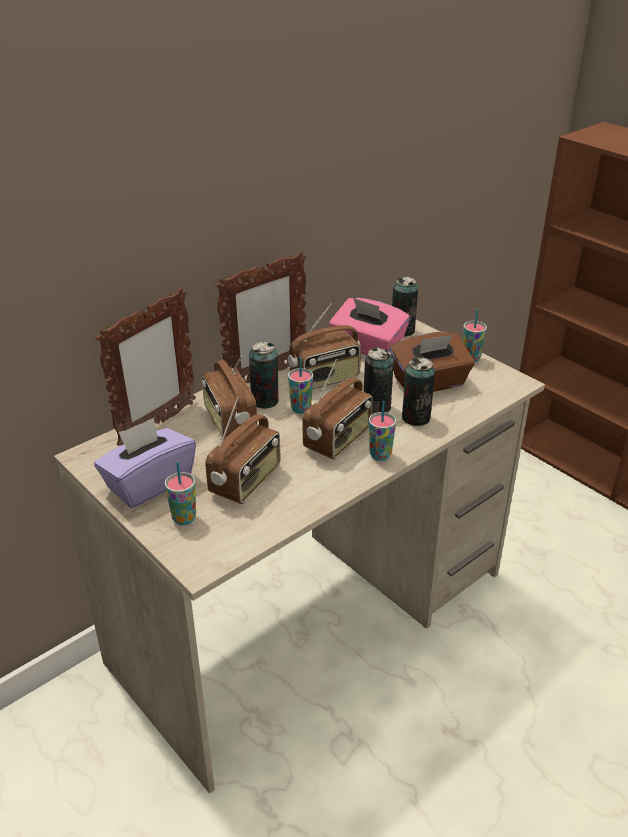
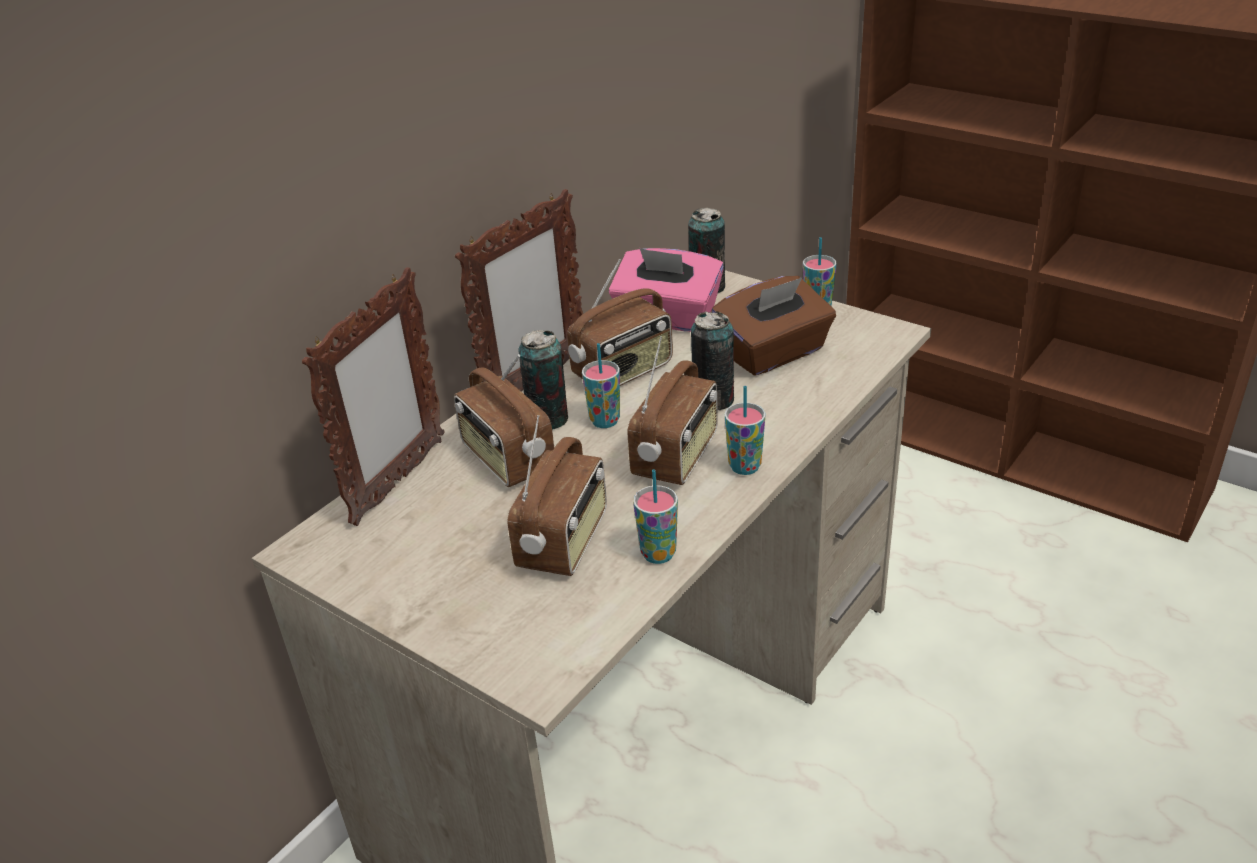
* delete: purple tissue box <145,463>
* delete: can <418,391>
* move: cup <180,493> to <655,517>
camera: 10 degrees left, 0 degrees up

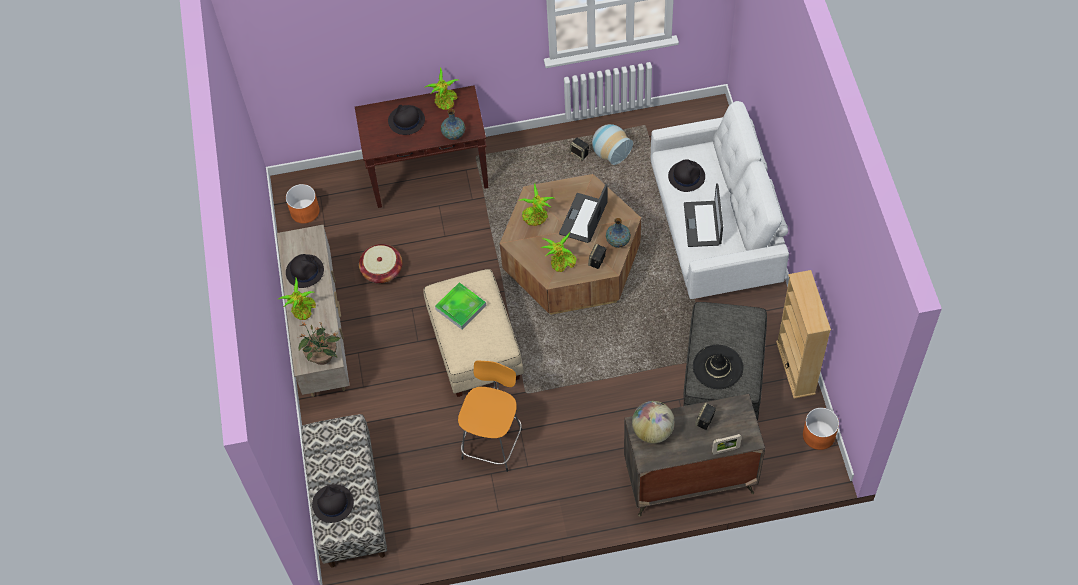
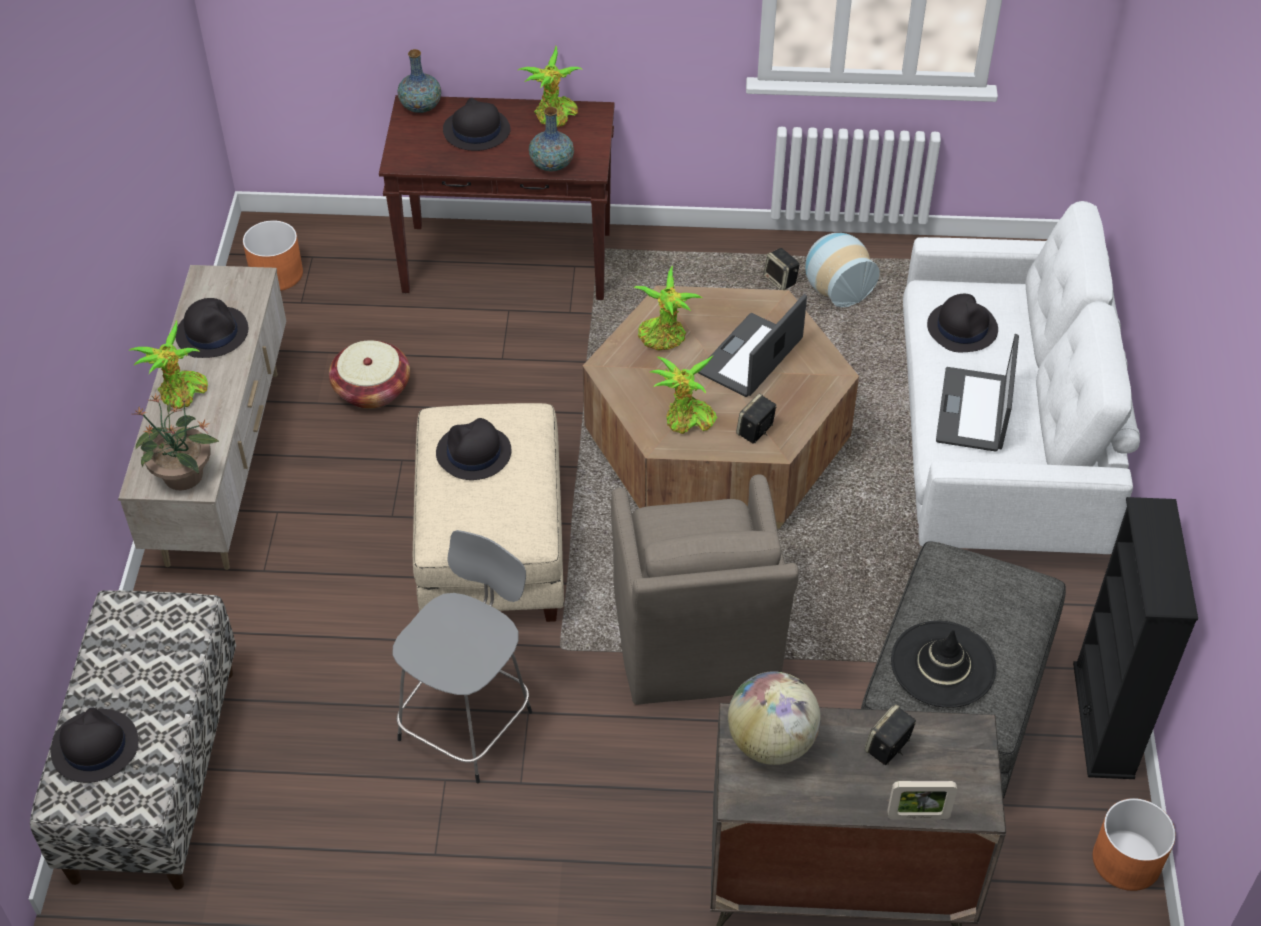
* insert: brown armchair <705,589>
* move: vase <618,233> to <419,81>
* replace: tray <460,306> to black hat <473,449>
* recolor: orange stool <490,416> to grey stool <462,657>
* recolor: beige bookcase <803,334> to black bookcase <1135,638>
camera: 10 degrees right, 10 degrees down

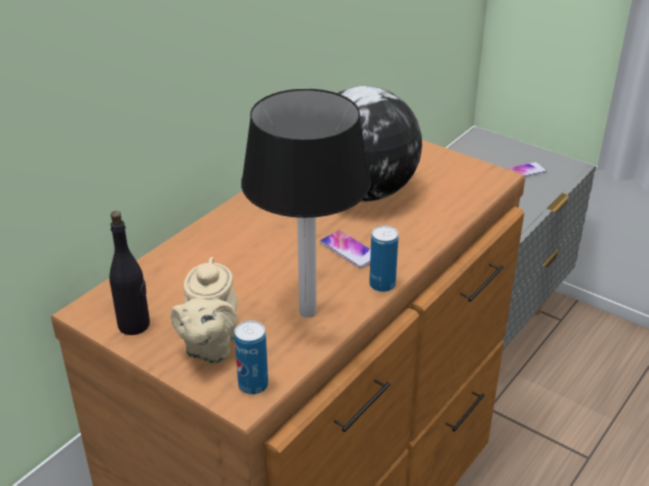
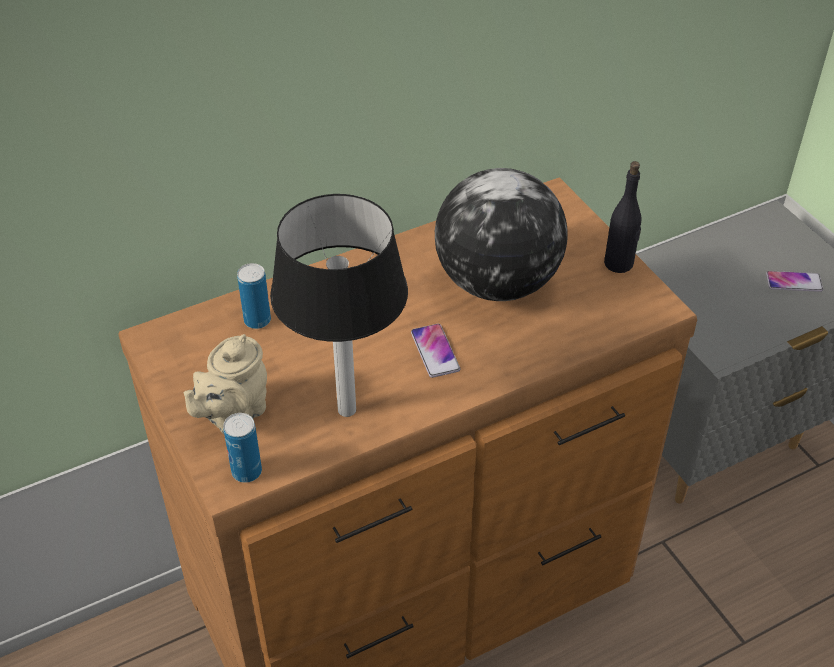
* move: black bottle <129,273> to <623,217>
* move: can <384,258> to <254,296>
camera: 25 degrees right, 10 degrees up

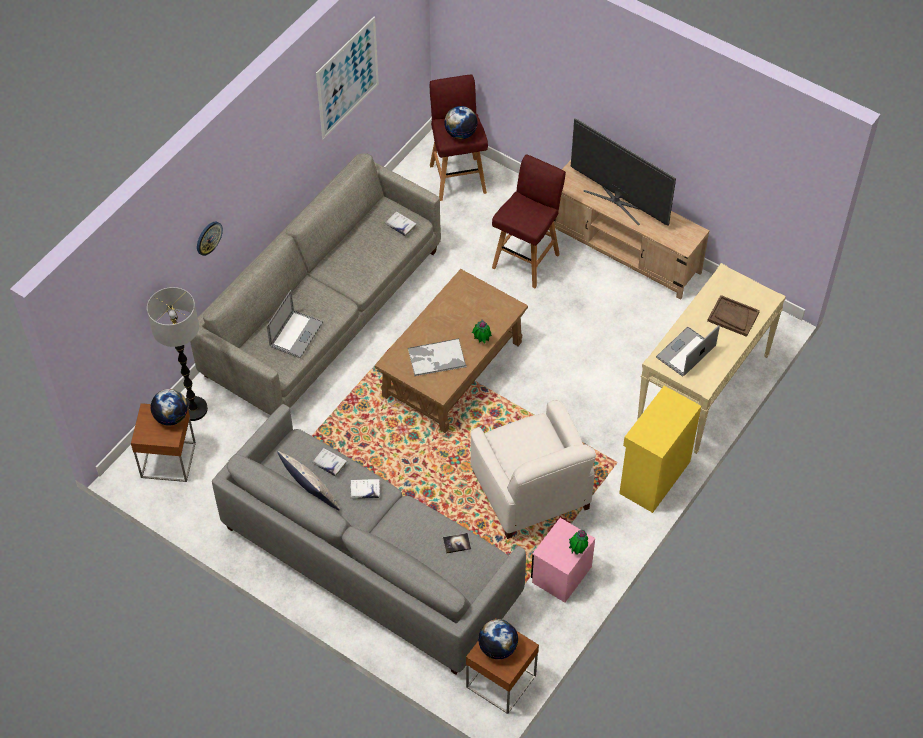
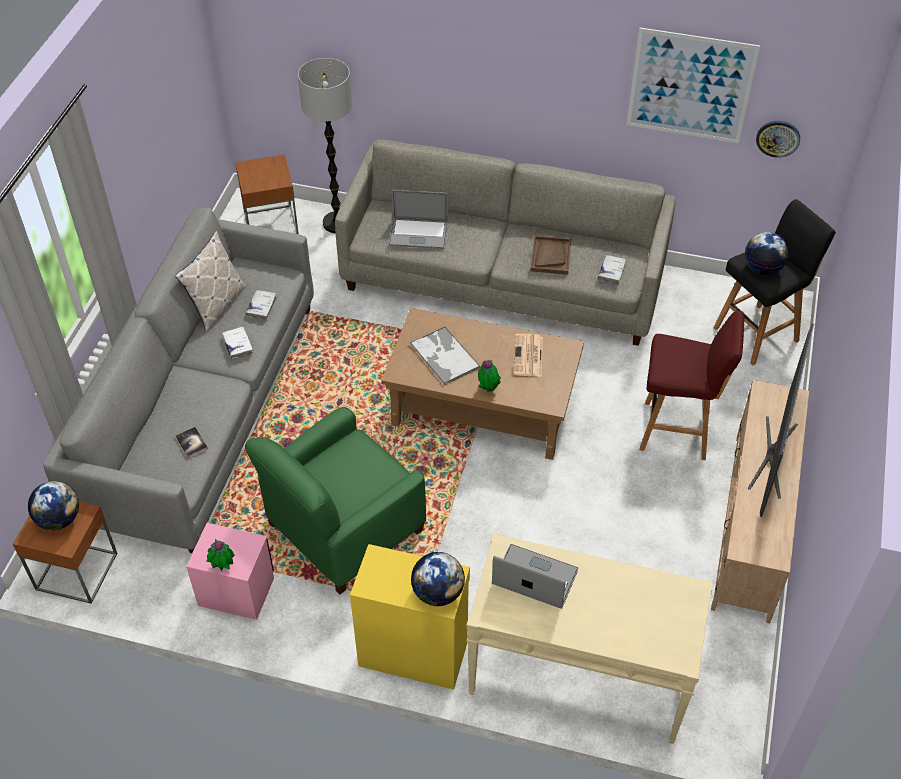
* insert: newspaper <528,355>
* move: globe <169,407> to <438,579>
* move: wall clock <210,239> to <778,139>
* move: brown tray <733,316> to <551,255>
* recolor: red stool <459,137> to black stool <774,282>
* recolor: white armchair <533,469> to green armchair <335,500>
camera: 70 degrees right, 5 degrees down

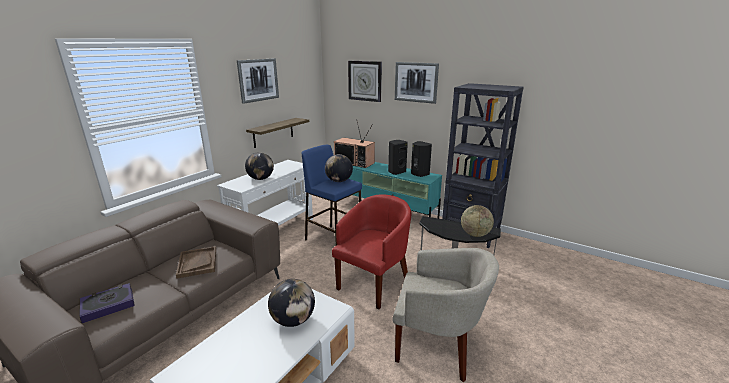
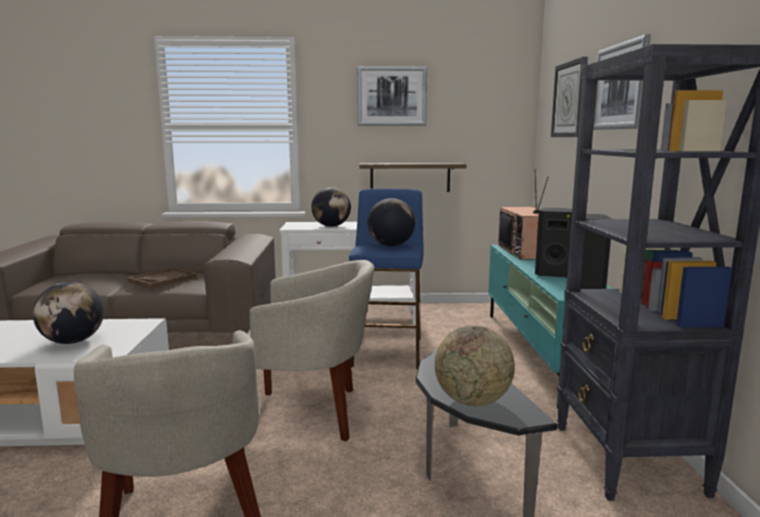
* delete: book <107,303>
* recolor: red armchair <371,251> to beige armchair <311,350>
camera: 55 degrees right, 10 degrees down

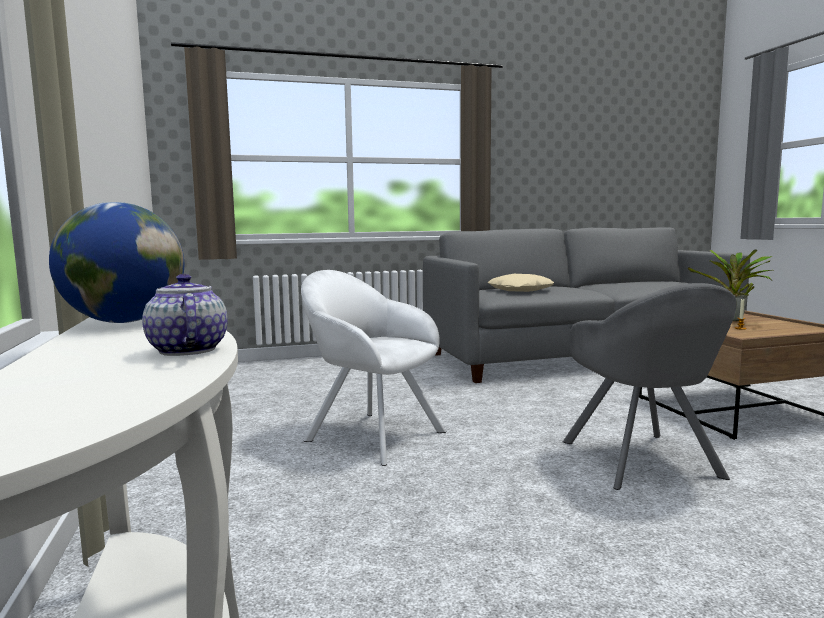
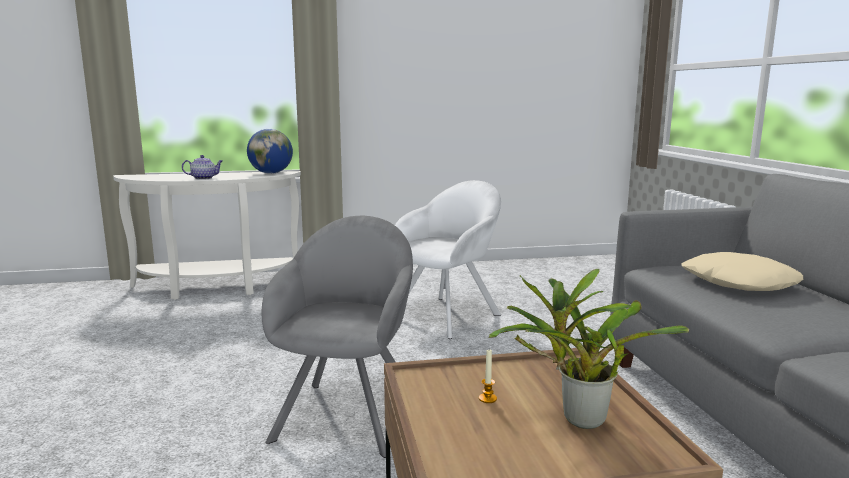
* rotate: grey armchair <650,386> = <337,337> 105 degrees clockwise
camera: 95 degrees right, 5 degrees up

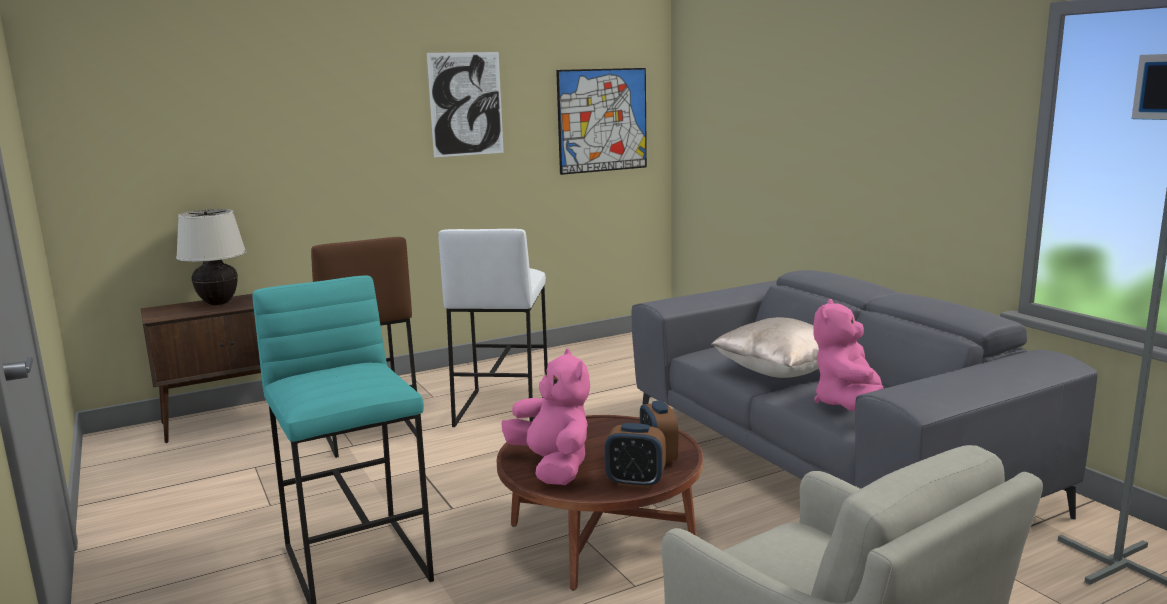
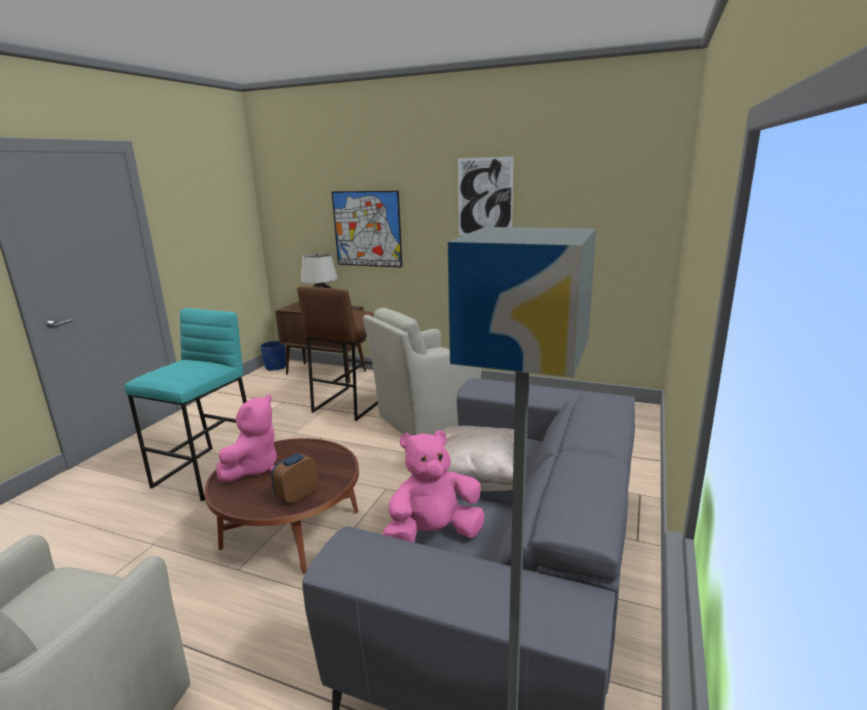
* delete: alarm clock <635,455>
* insert: blue planter <273,356>
* move: picture <601,121> to <367,229>
* replace: white stool <493,328> to beige armchair <422,372>
camera: 50 degrees right, 5 degrees up

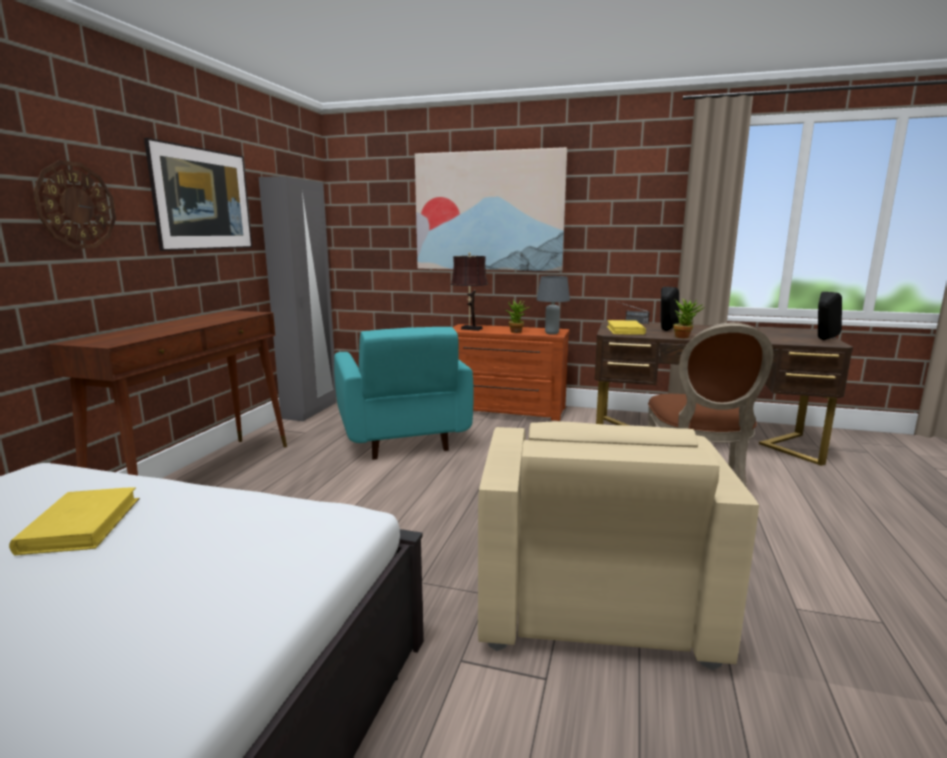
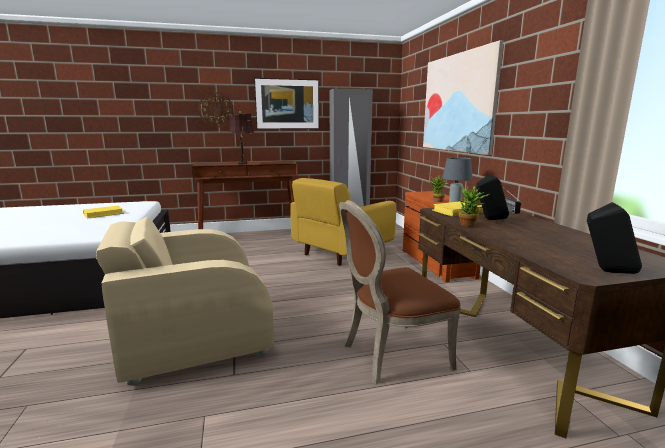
* move: brown table lamp <469,291> to <241,137>
* recolor: turquoise armchair <404,393> to yellow armchair <343,222>
camera: 60 degrees right, 0 degrees up

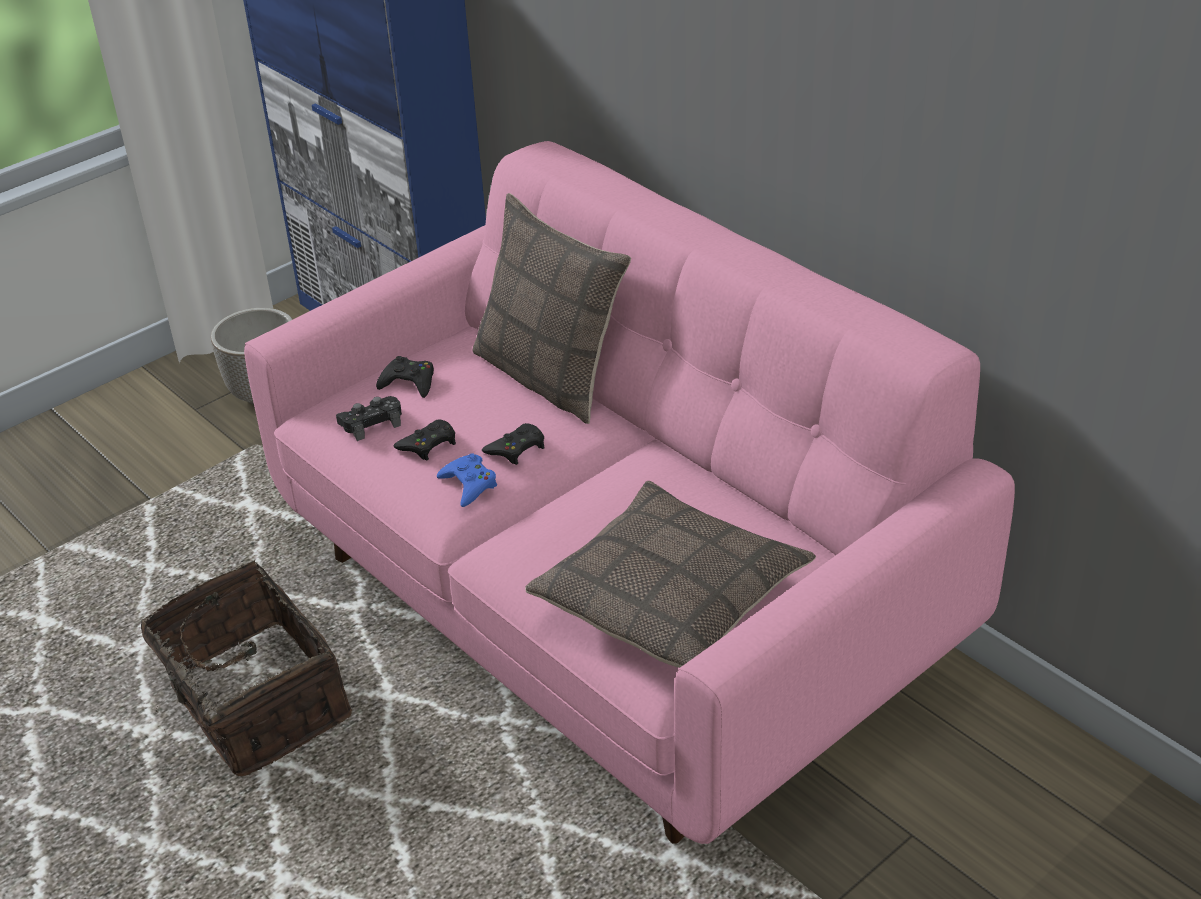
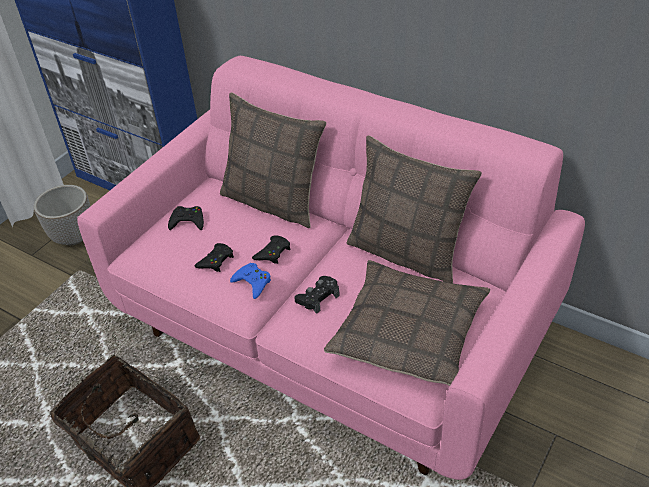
* insert: pillow <414,209>
* move: black game controller <369,418> to <317,295>
camera: 15 degrees left, 5 degrees up

